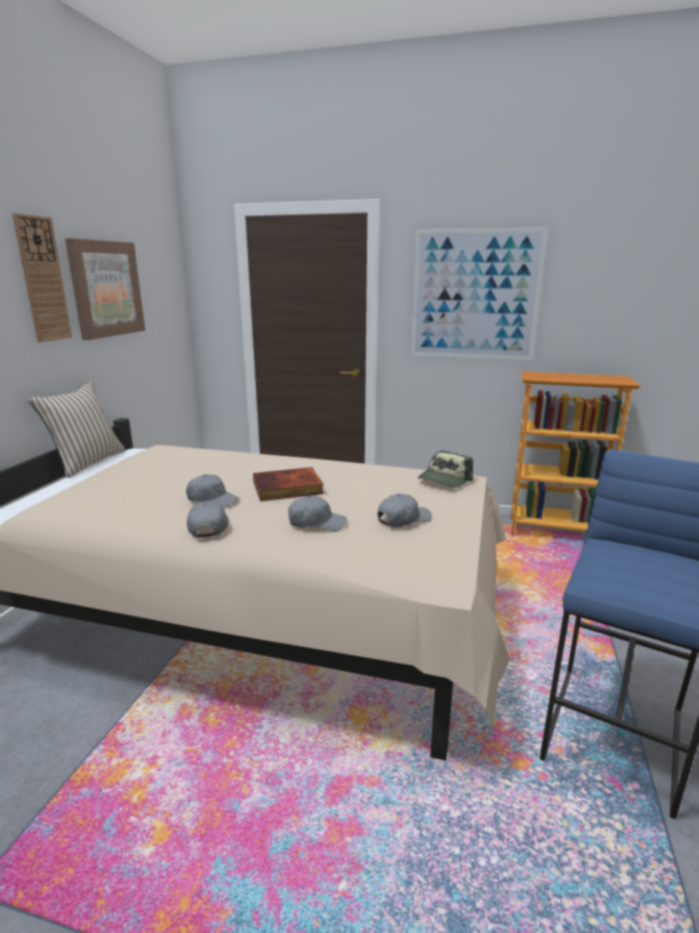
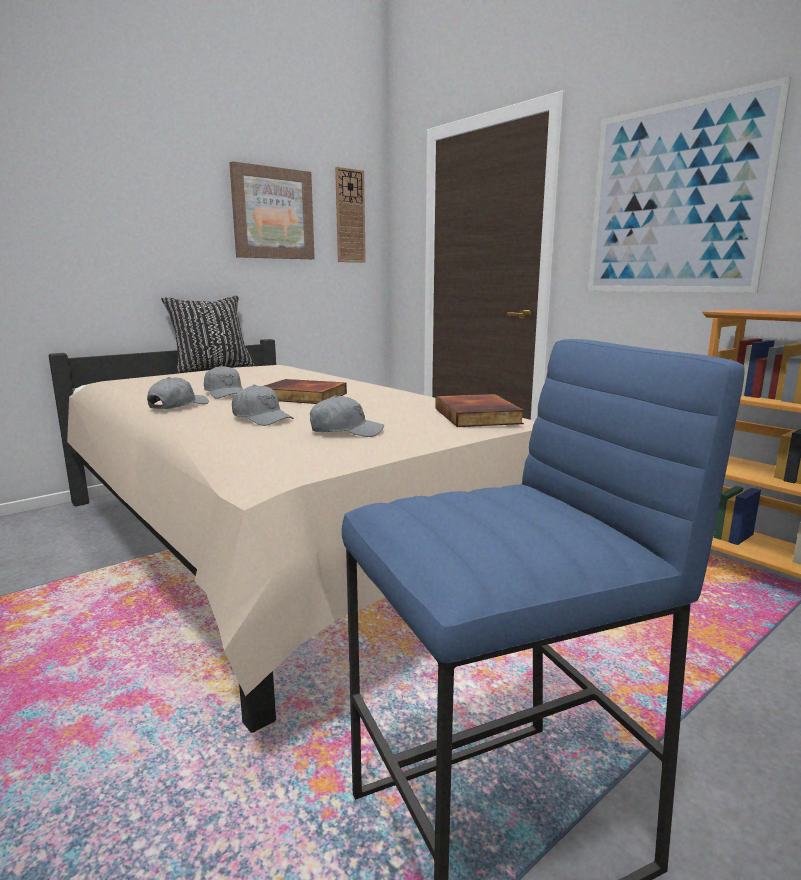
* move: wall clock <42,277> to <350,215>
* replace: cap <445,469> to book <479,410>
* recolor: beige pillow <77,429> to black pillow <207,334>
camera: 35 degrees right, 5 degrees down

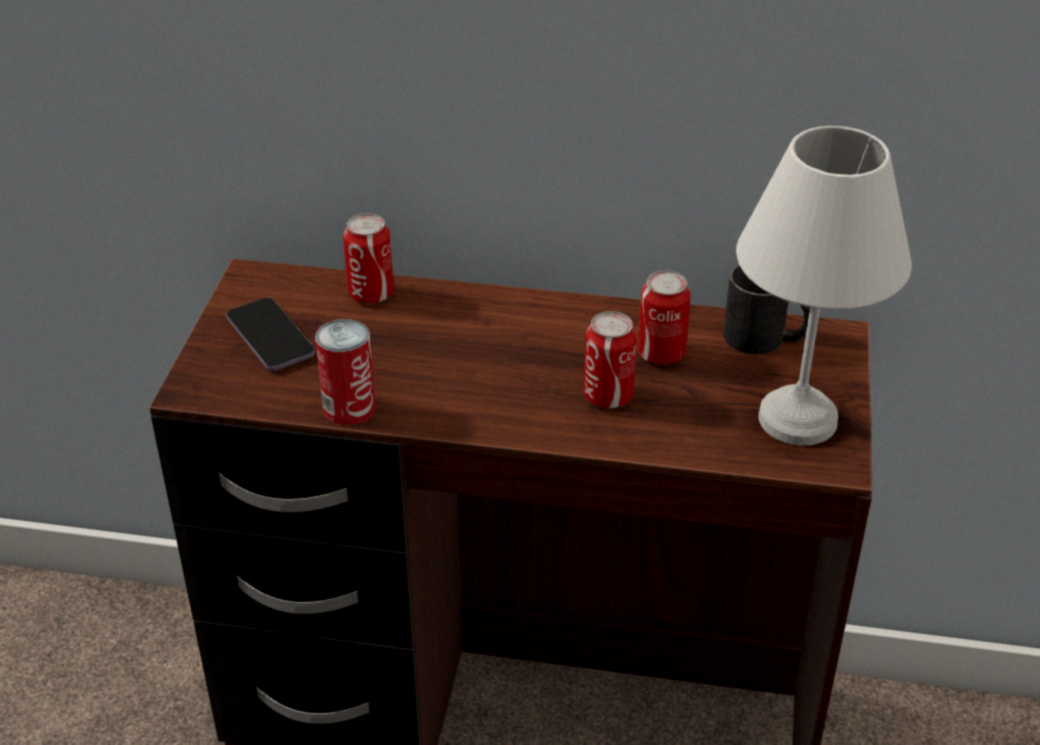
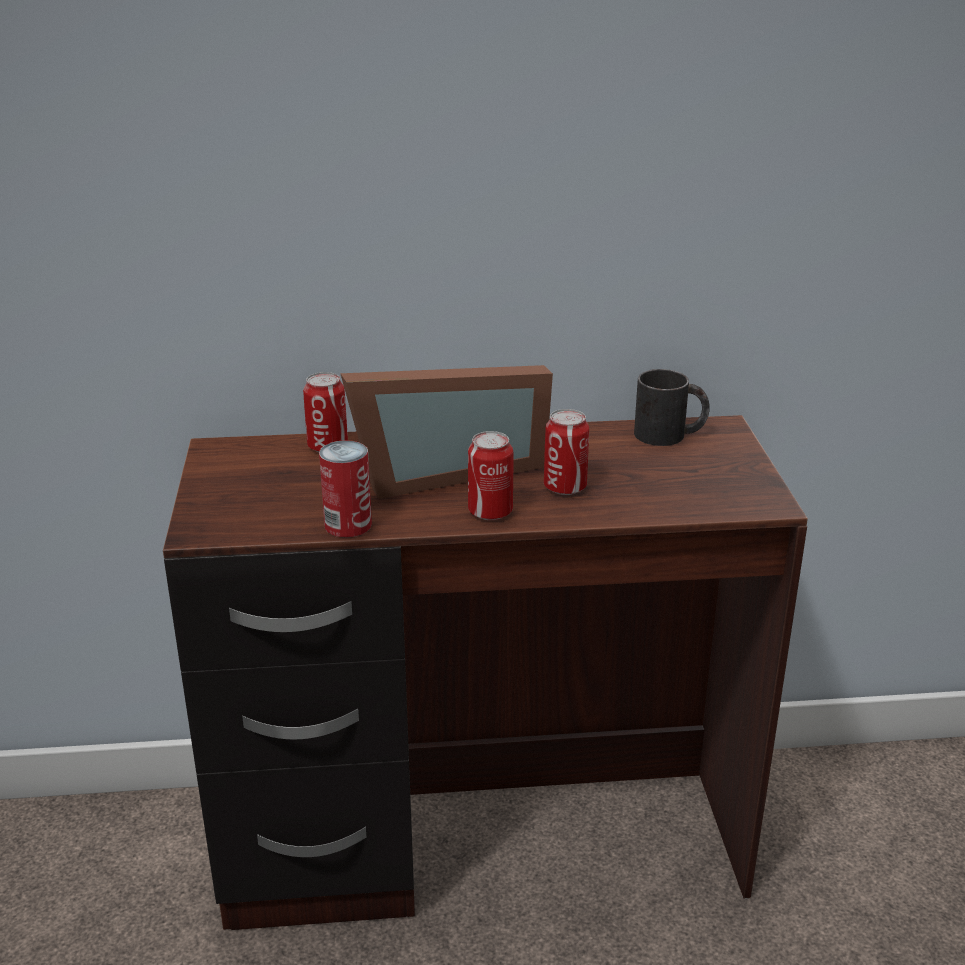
* delete: phone <270,334>
* delete: white table lamp <824,286>
* insert: picture frame <446,432>
* move: can <664,317> to <490,475>
camera: 15 degrees left, 10 degrees down

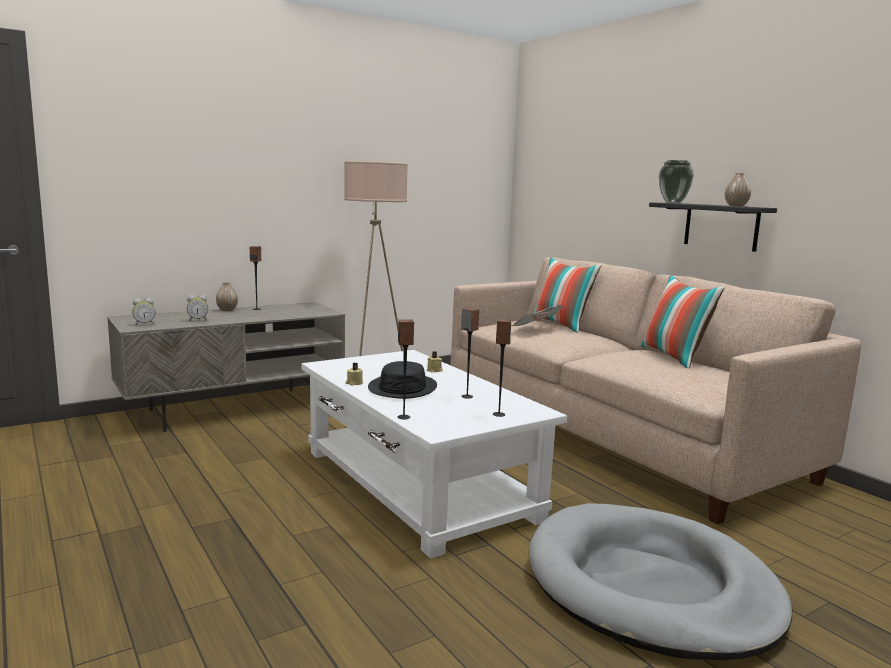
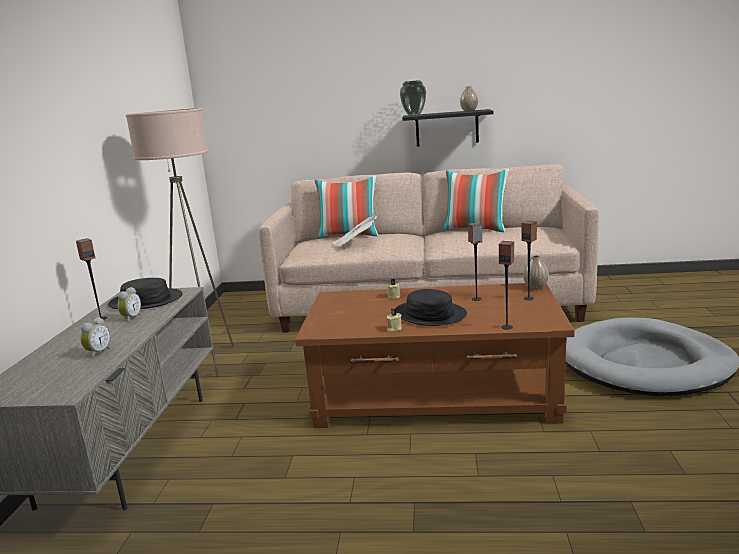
* insert: black hat <145,293>
* move: alarm clock <143,312> to <129,304>
* move: vase <227,296> to <536,272>
* recolor: white coffee table <434,454> to brown coffee table <435,355>
camera: 50 degrees left, 5 degrees up

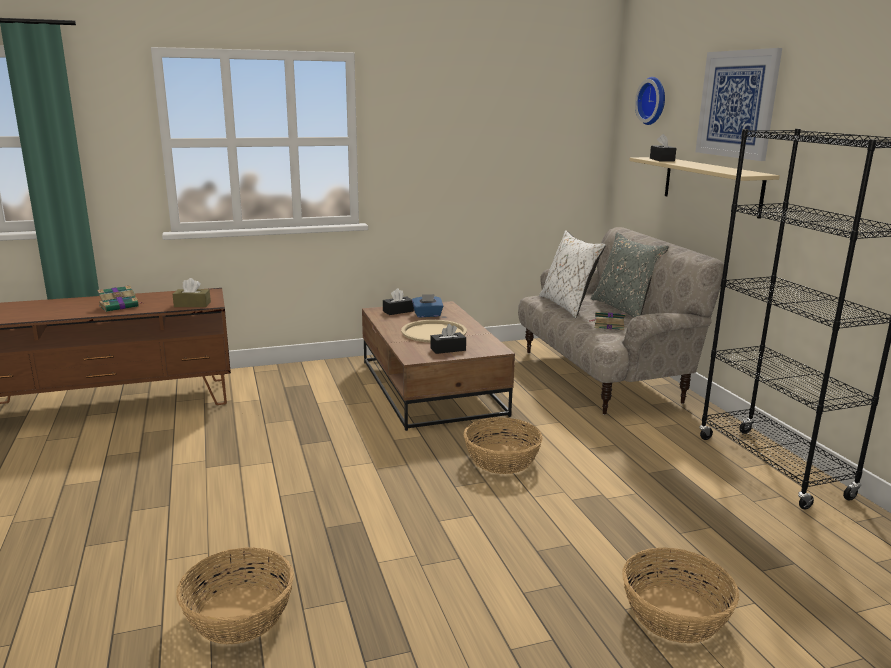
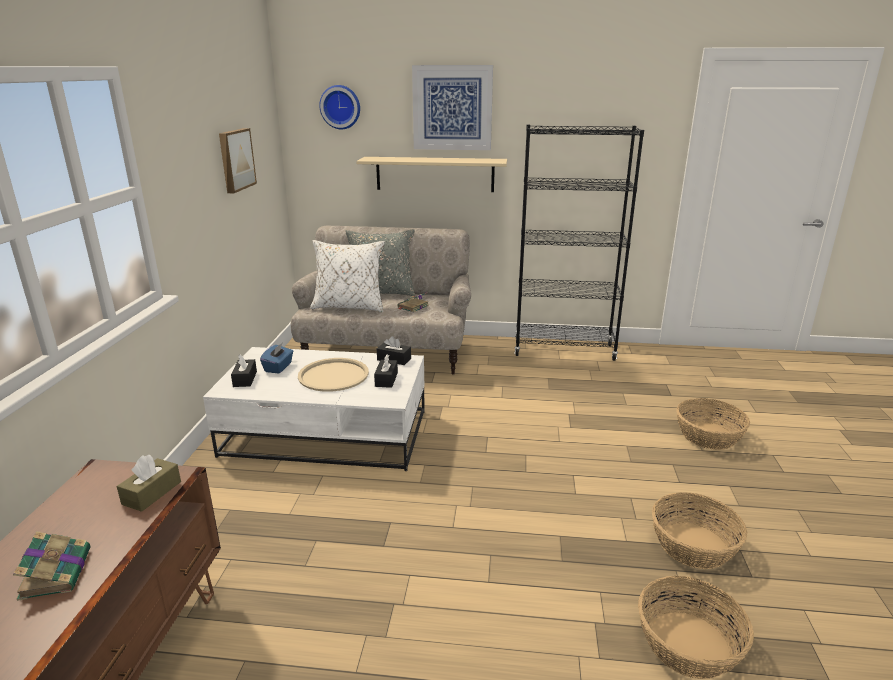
* insert: picture <238,160>
* move: basket <503,445> to <699,530>
* move: black tissue box <663,148> to <394,350>
* recolor: brown coffee table <438,366> to white coffee table <314,409>
camera: 65 degrees left, 5 degrees up

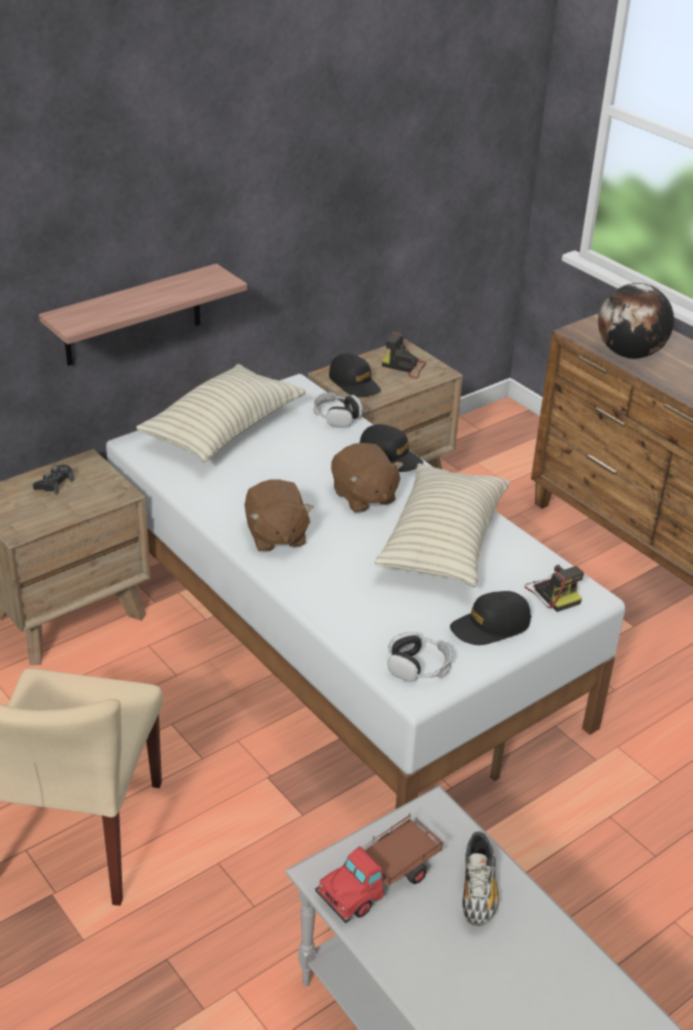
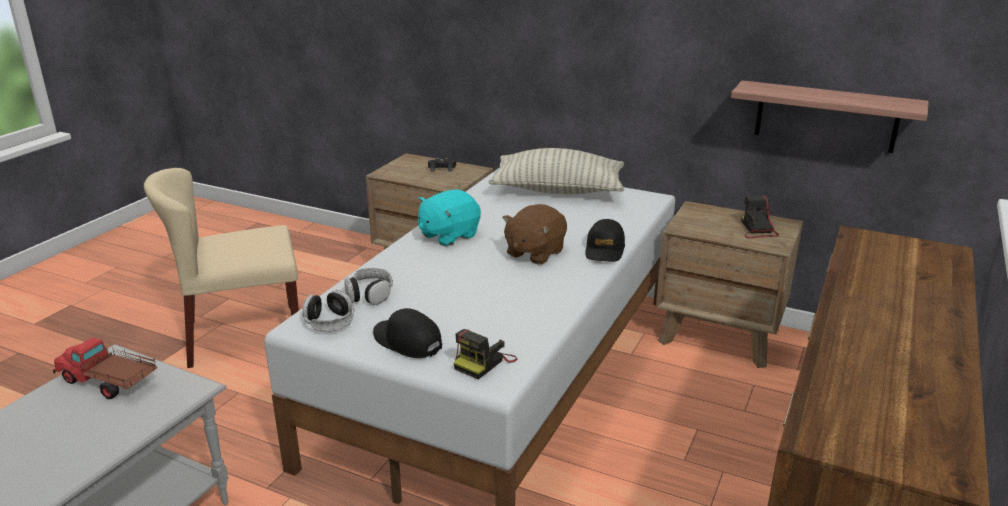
* delete: black cap <355,375>
* delete: pillow <442,525>
* delete: shoe <481,878>
* delete: globe <636,321>
* move: shelf <143,314> to <830,116>
* move: headphones <338,410> to <368,286>
* recolor: brown plush toy <279,515> to turquoise plush toy <449,217>
camera: 65 degrees right, 10 degrees down

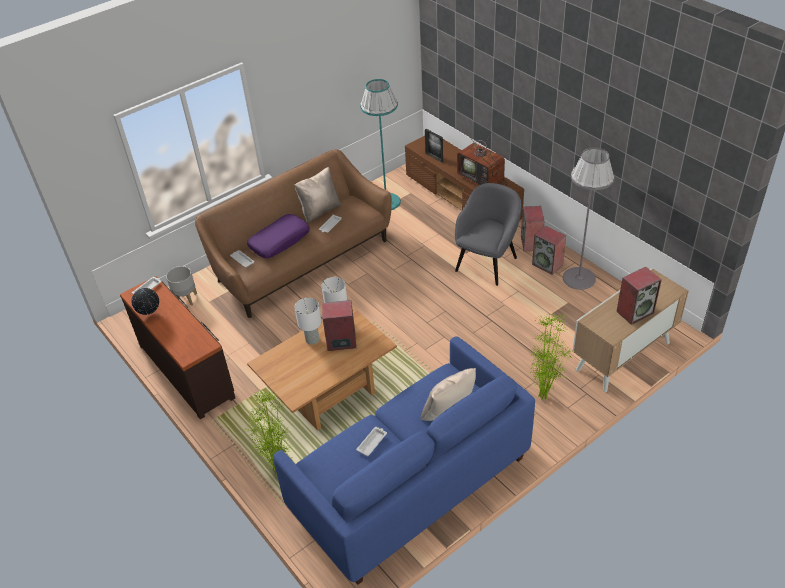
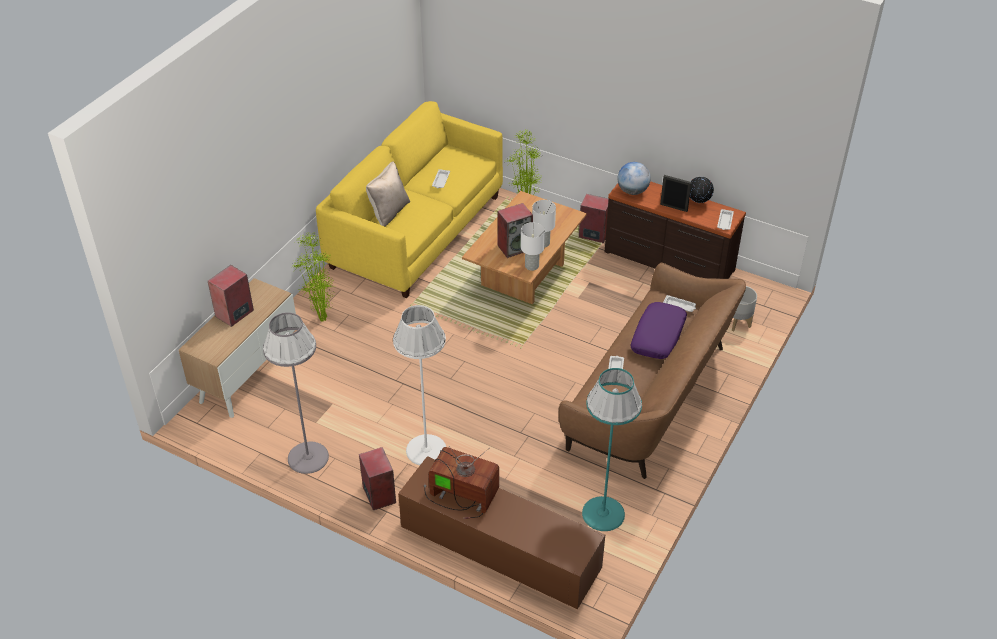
* delete: beige pillow <318,195>
* insert: globe <634,178>
* move: picture frame <434,146> to <676,193>
* move: speaker <549,250> to <594,218>
* replace: grey armchair <488,234> to white floor lamp <419,385>
* recolor: blue sofa <404,460> to yellow sofa <409,199>
camera: 155 degrees right, 0 degrees up

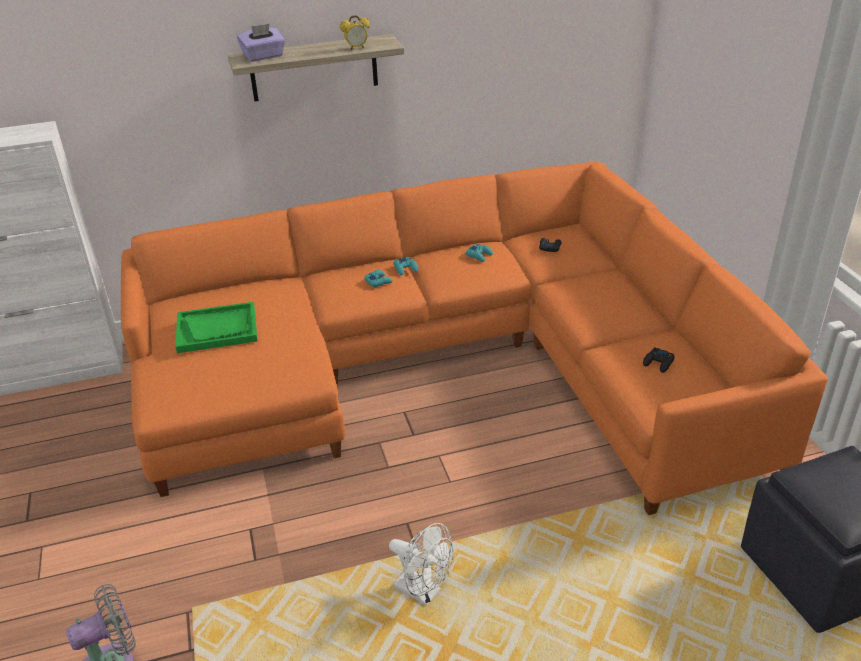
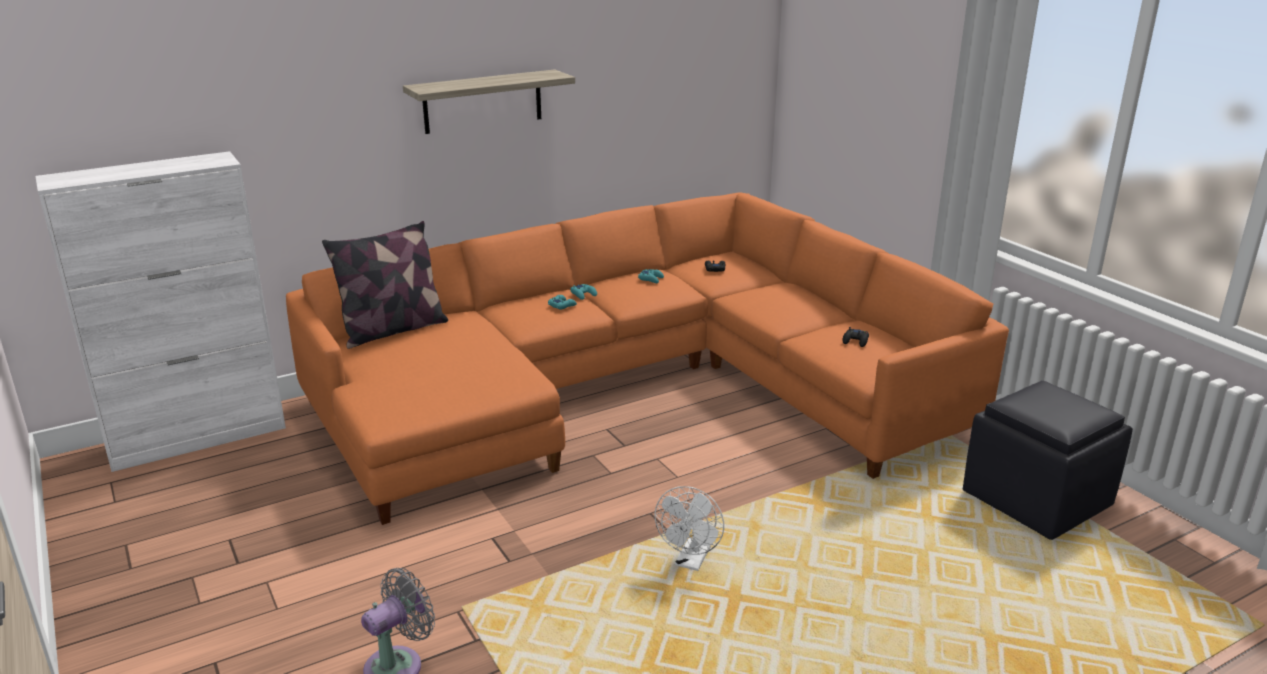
* delete: green tray <216,327>
* delete: purple tissue box <261,43>
* delete: alarm clock <355,32>
* insert: pillow <385,285>
* rotate: white fan <421,564> = <689,528> 90 degrees clockwise
camera: 15 degrees left, 10 degrees down

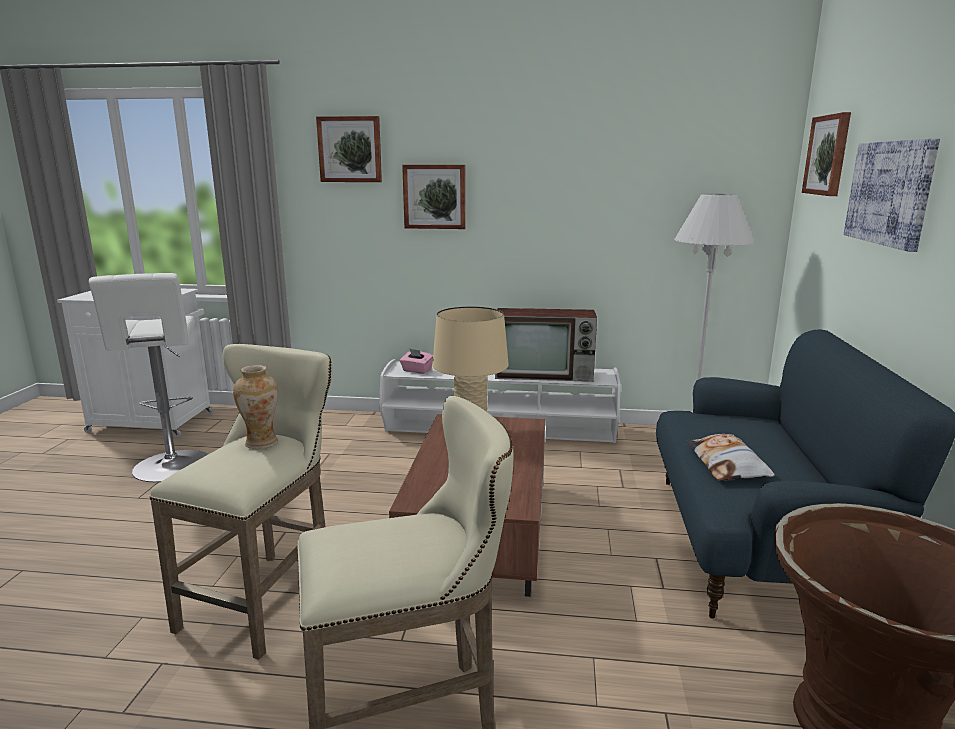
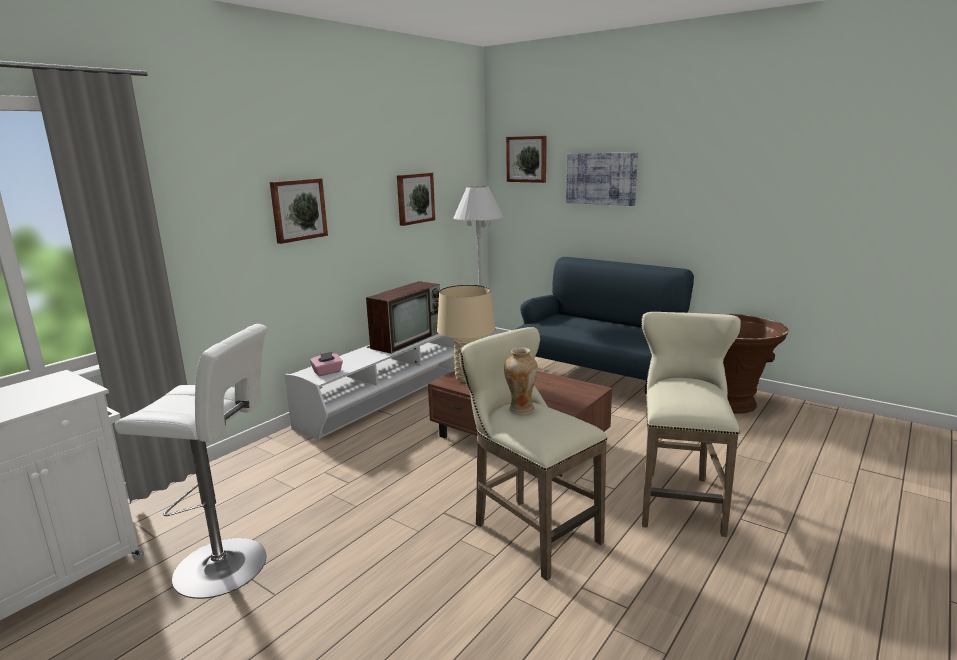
* delete: pillow <730,457>
* move: picture <349,149> to <416,199>
camera: 60 degrees left, 0 degrees up

